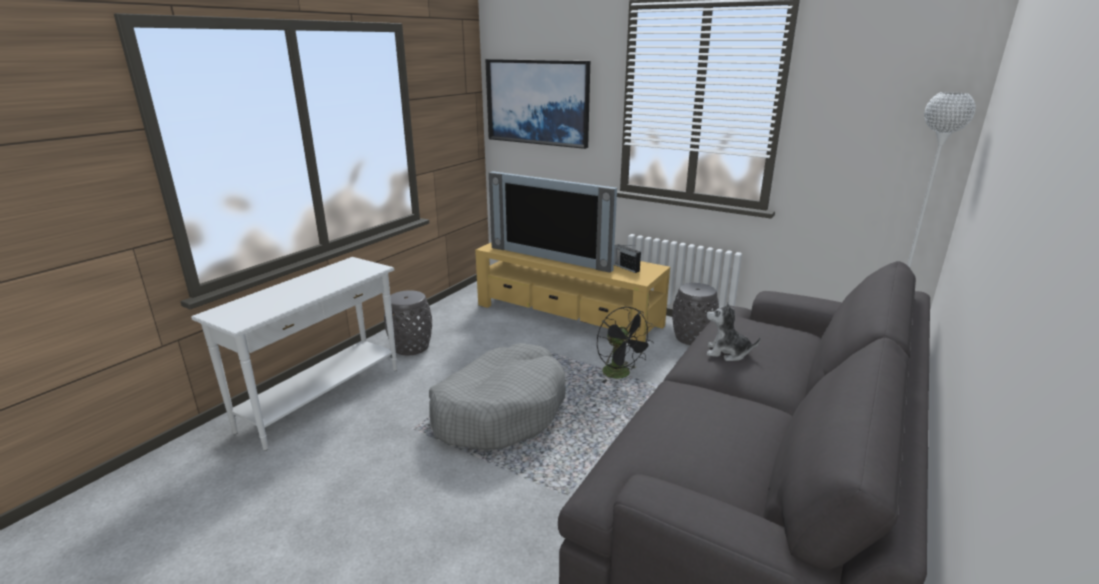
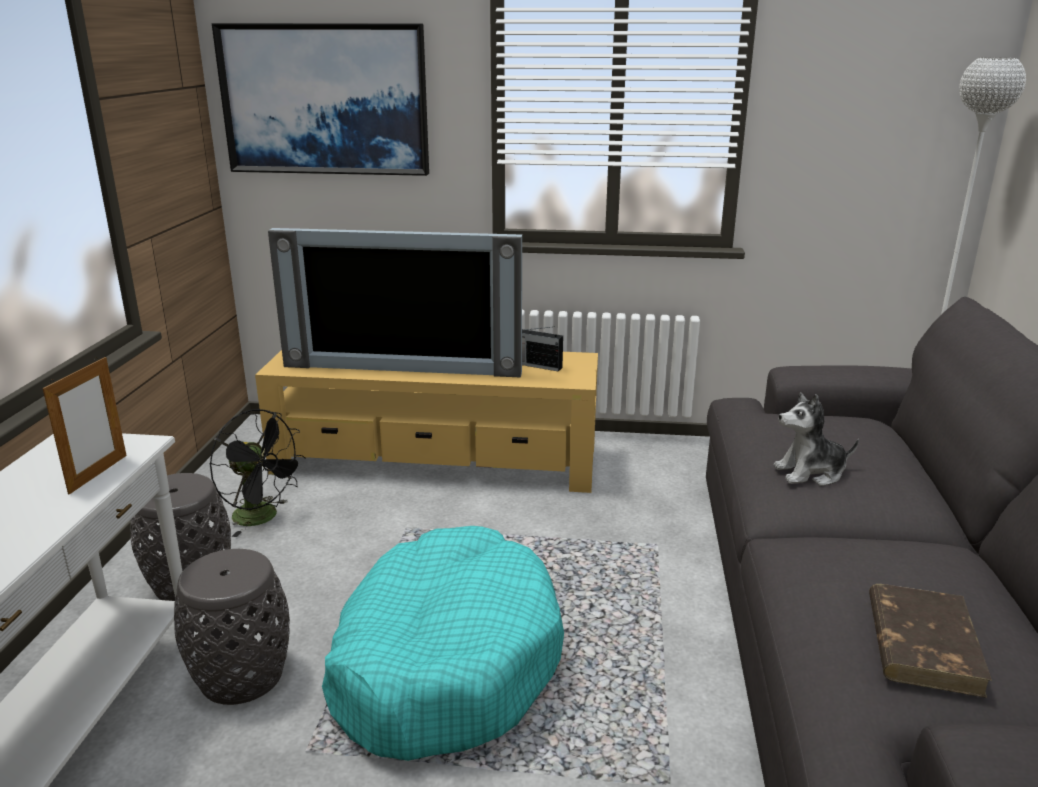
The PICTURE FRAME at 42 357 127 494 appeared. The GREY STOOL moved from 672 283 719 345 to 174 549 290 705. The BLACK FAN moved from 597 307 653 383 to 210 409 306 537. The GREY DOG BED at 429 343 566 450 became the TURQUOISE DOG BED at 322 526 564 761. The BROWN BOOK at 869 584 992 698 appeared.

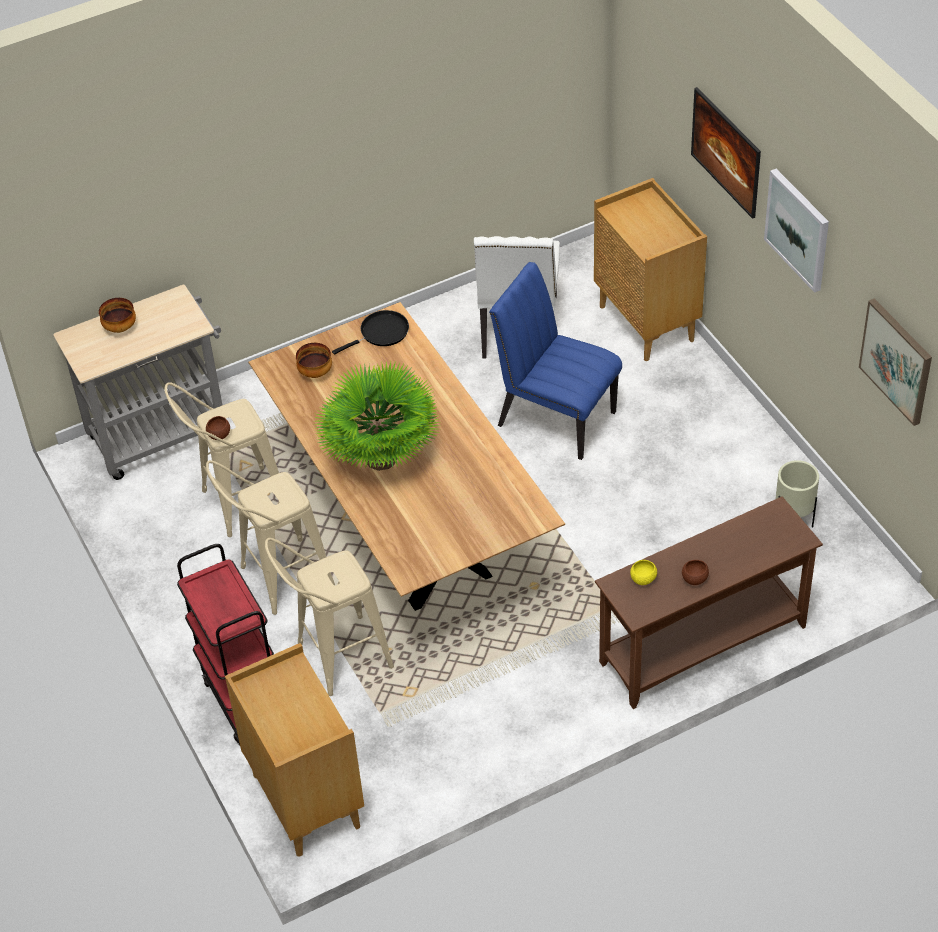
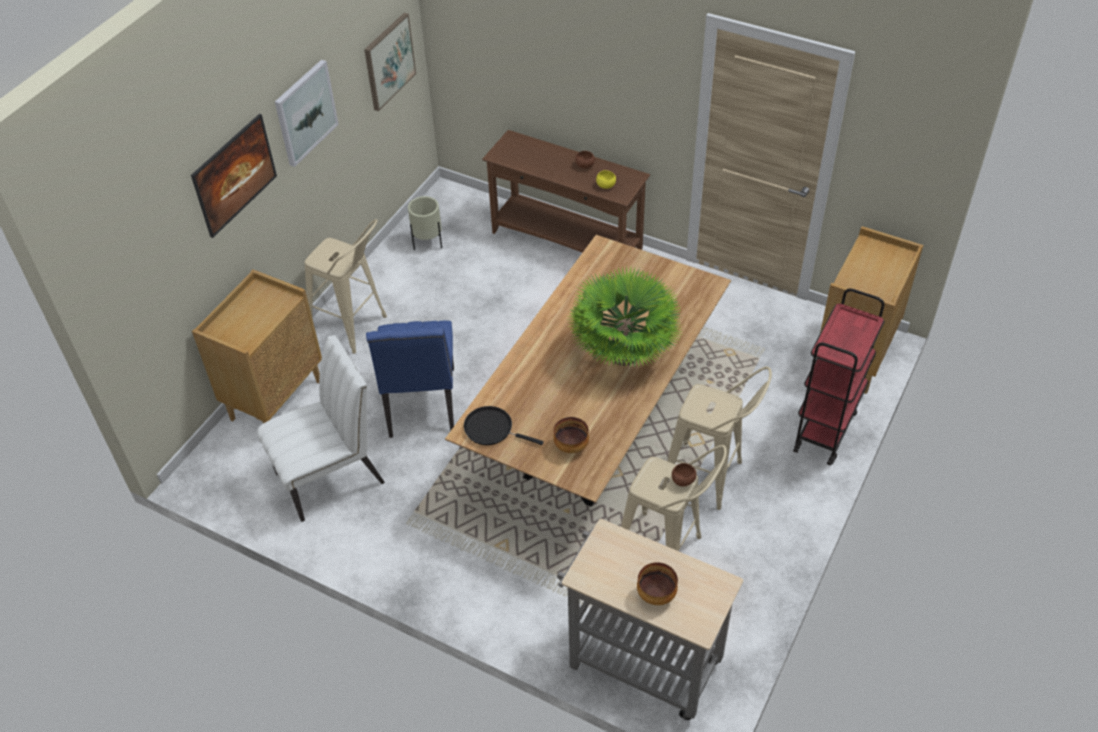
The BEIGE STOOL moved from 265 538 394 696 to 304 219 387 354.

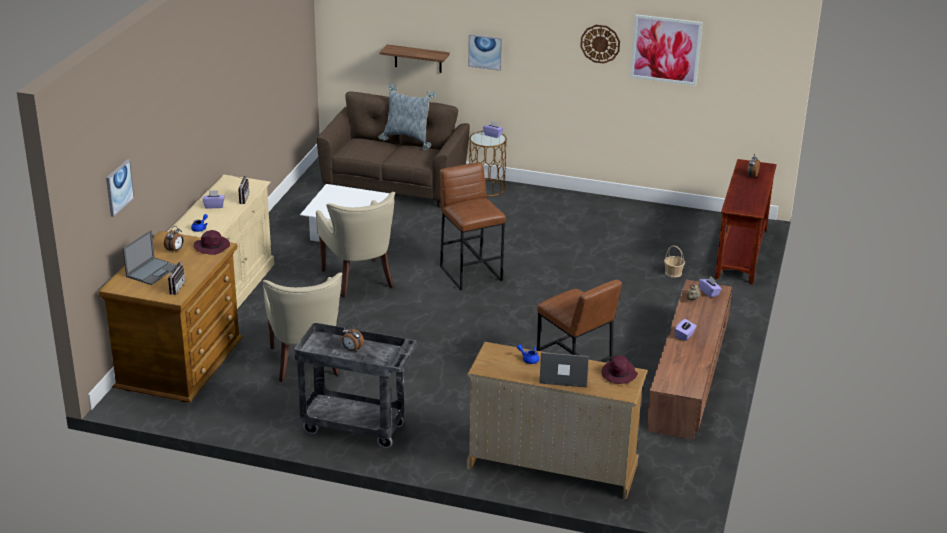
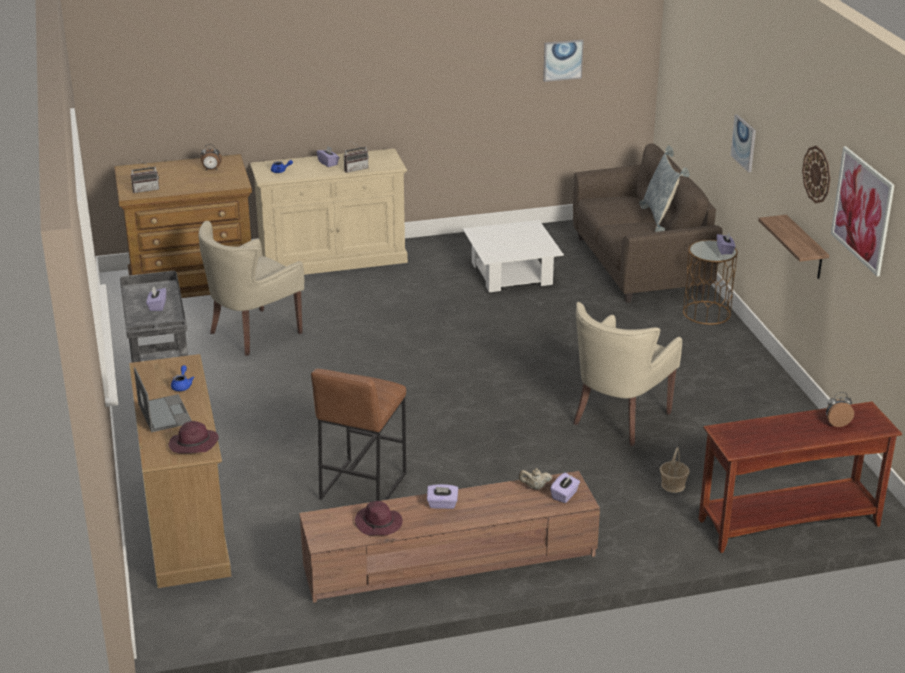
The ALARM CLOCK at 342 325 364 352 was replaced by the PURPLE TISSUE BOX at 146 287 166 311. The PURPLE HAT moved from 194 230 230 255 to 355 501 403 536. The PICTURE moved from 106 159 134 217 to 543 40 584 82. The BEIGE ARMCHAIR moved from 316 192 395 298 to 573 302 682 446. The SHELF moved from 380 45 450 73 to 758 215 829 279. The LAPTOP at 123 230 176 285 disappeared. The BROWN STOOL at 440 162 506 290 disappeared.

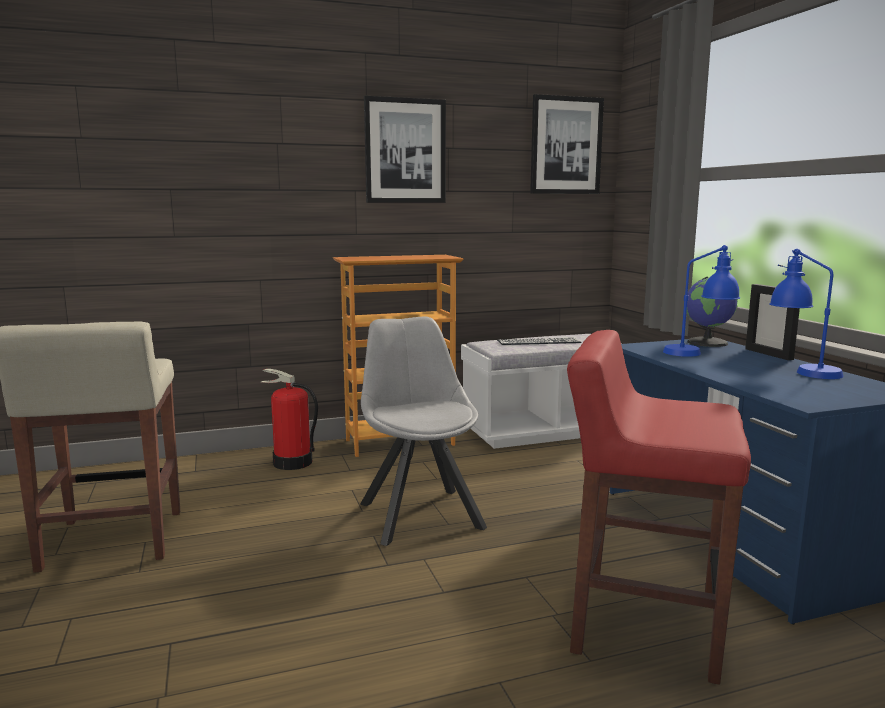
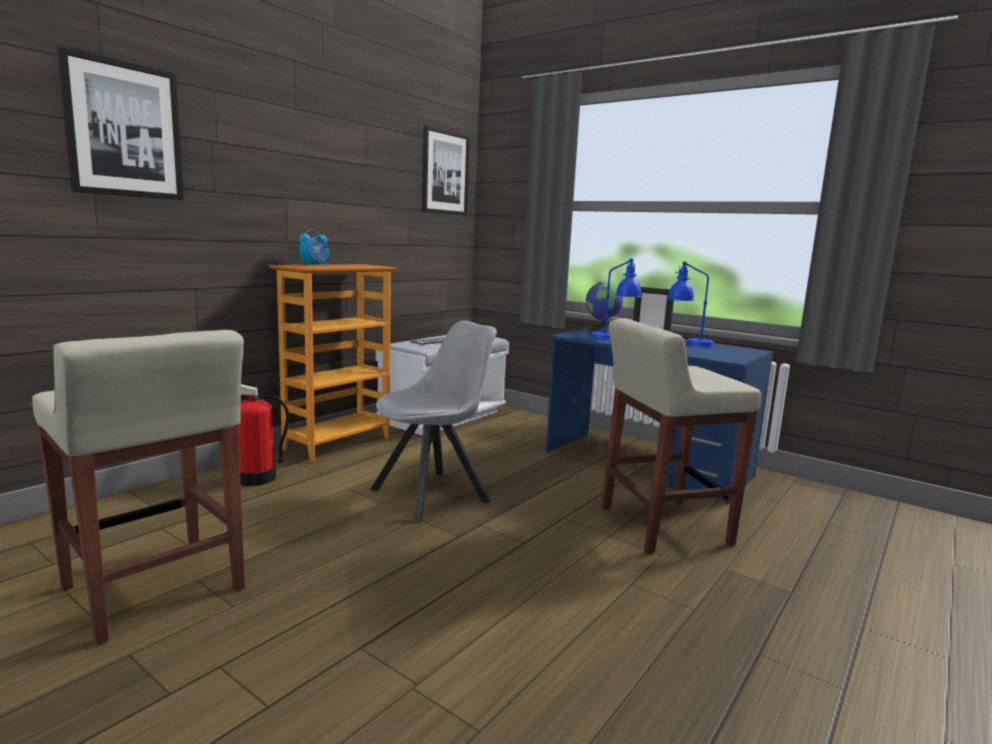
The PICTURE moved from 364 96 446 203 to 57 46 184 200. The ALARM CLOCK at 299 229 329 266 appeared. The GREY CHAIR at 360 317 487 546 turned 105 degrees clockwise. The RED STOOL at 567 330 751 685 became the BEIGE STOOL at 602 318 762 554.

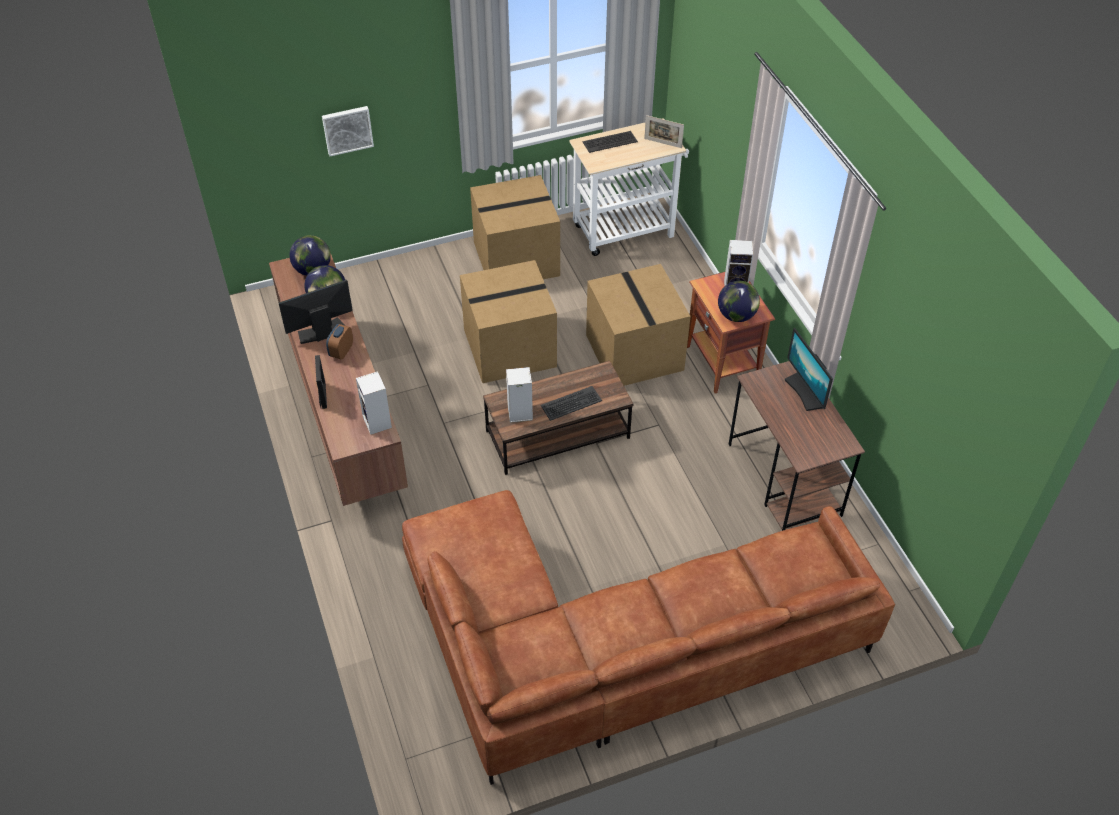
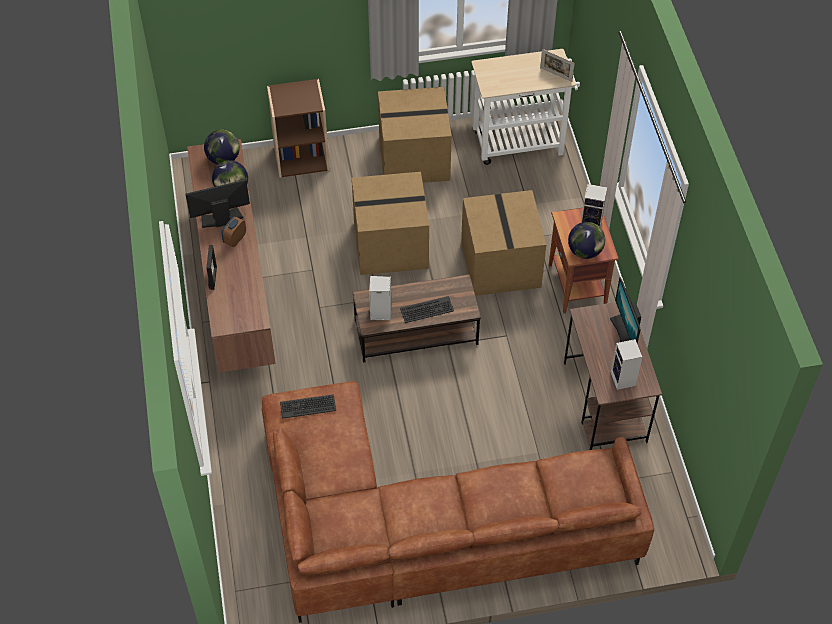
The BROWN BOOKCASE at 267 79 330 178 appeared. The KEYBOARD moved from 583 131 638 153 to 280 394 336 419. The SPEAKER moved from 356 371 392 435 to 610 339 642 390. The PICTURE at 322 106 374 156 disappeared.

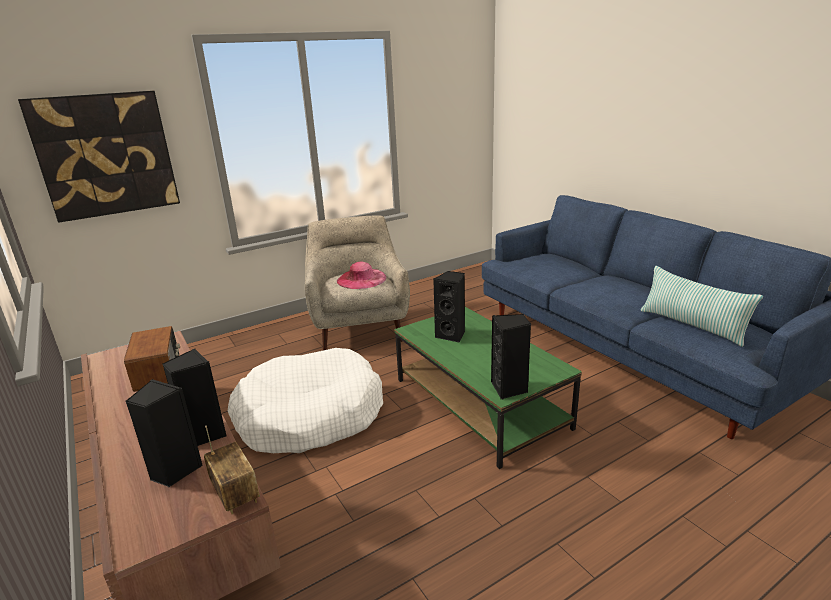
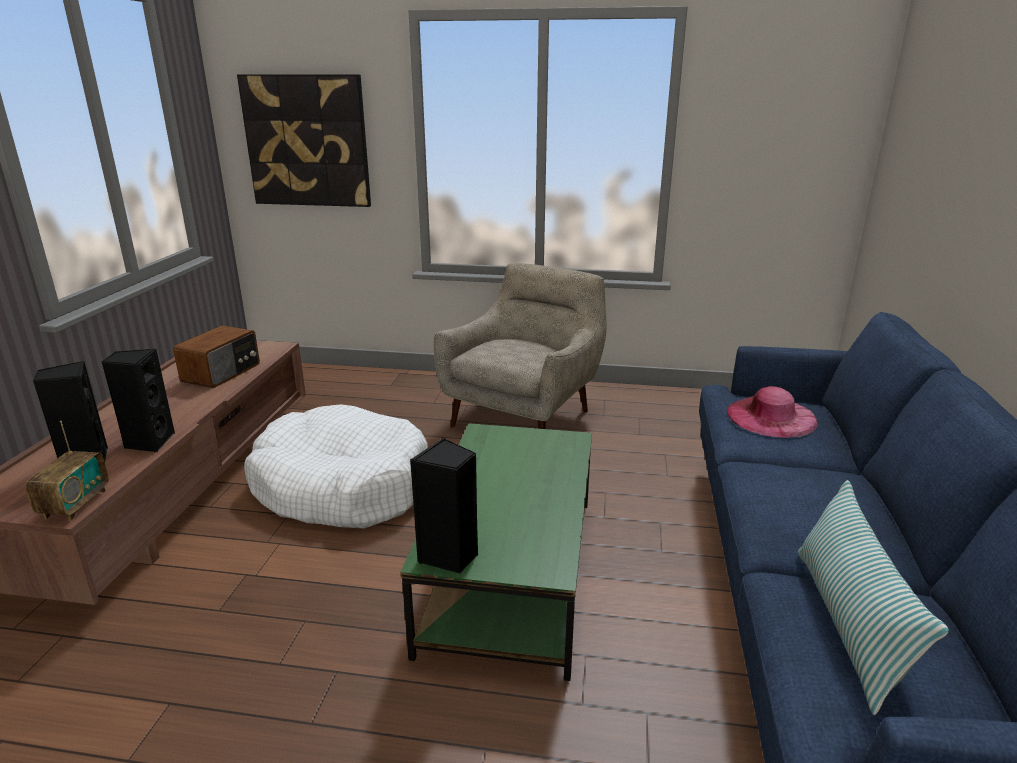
The PINK HAT moved from 337 262 386 289 to 727 386 818 438. The BLACK SPEAKER at 433 271 465 343 disappeared.

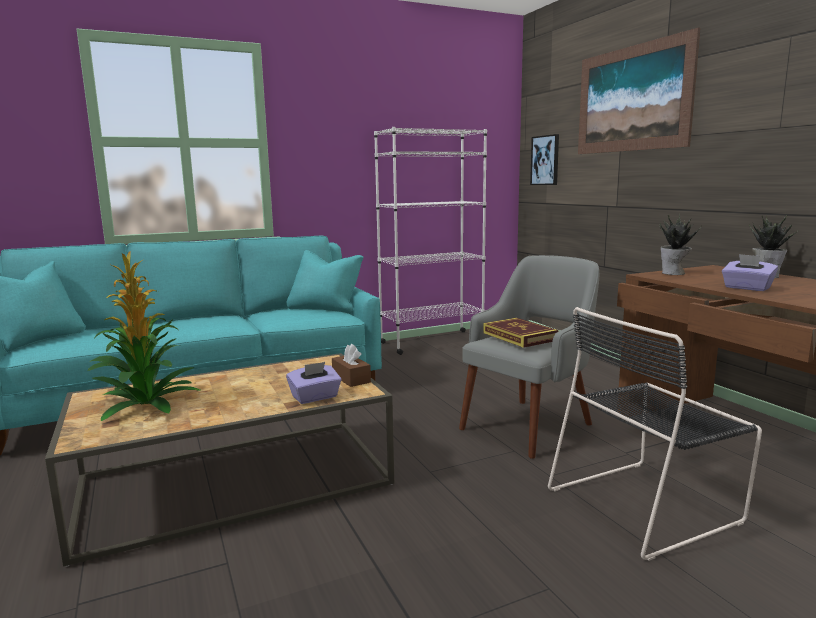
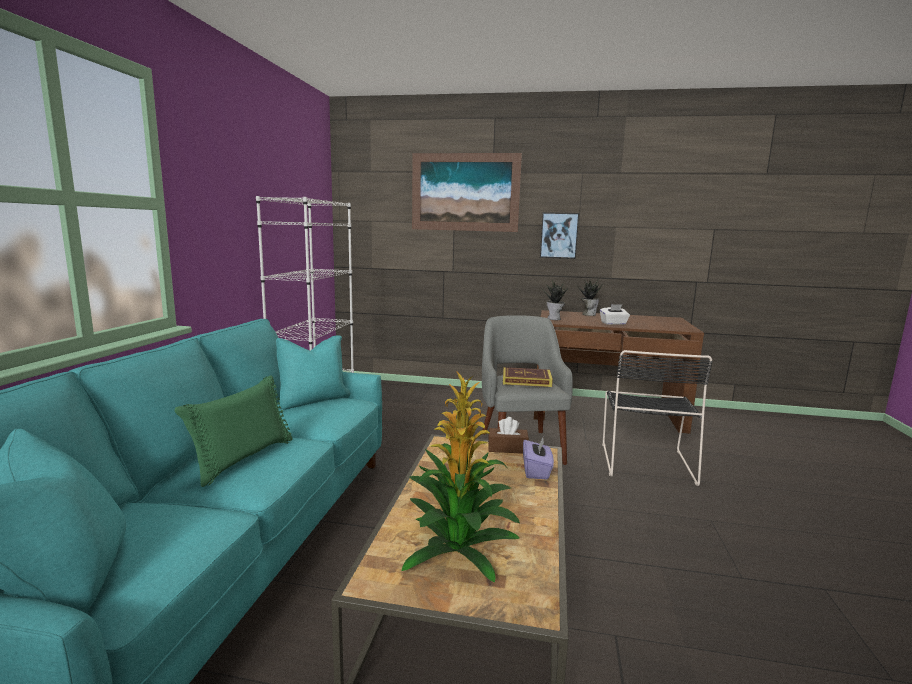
The GREEN PILLOW at 174 375 293 487 appeared. The PICTURE moved from 530 134 559 185 to 540 212 579 259. The PURPLE TISSUE BOX at 722 254 778 291 became the WHITE TISSUE BOX at 600 304 630 325.

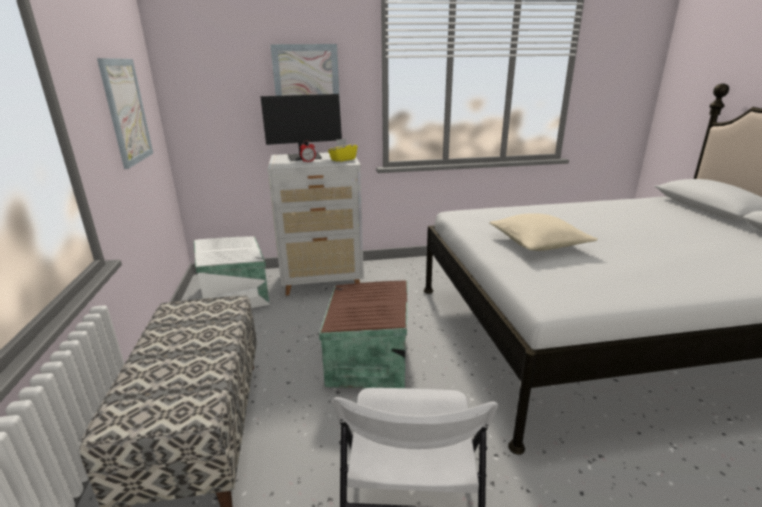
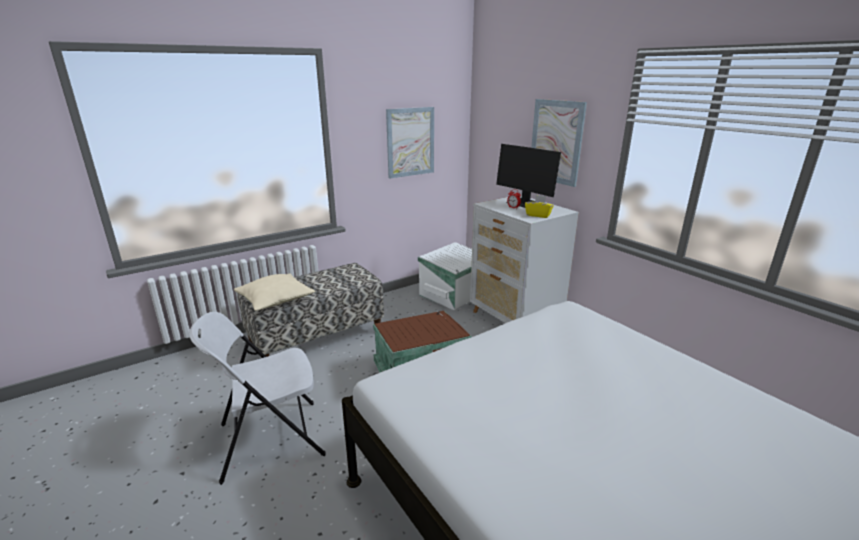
The BEIGE PILLOW moved from 490 213 598 251 to 234 273 315 311.

